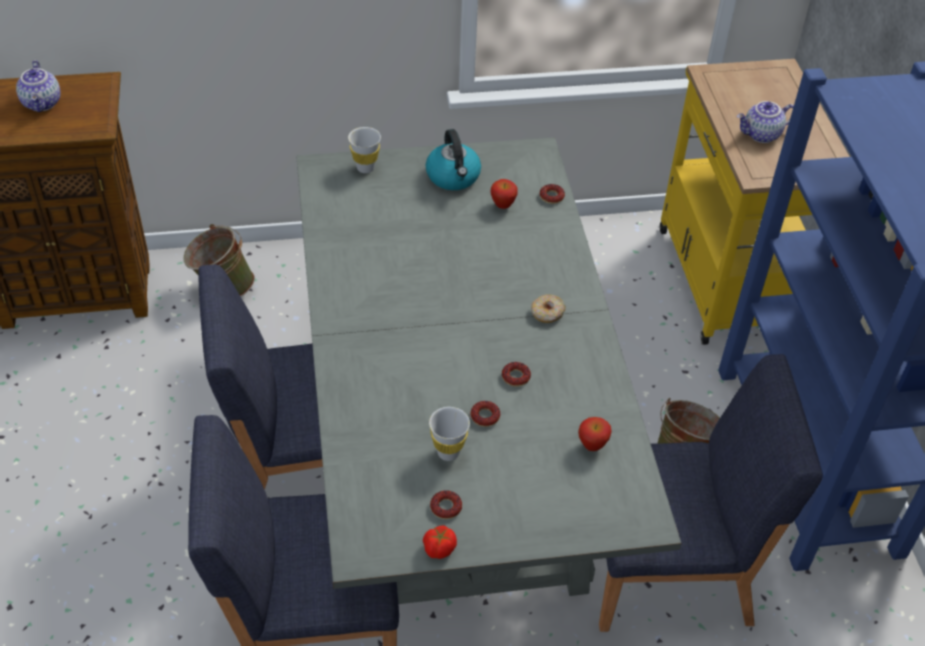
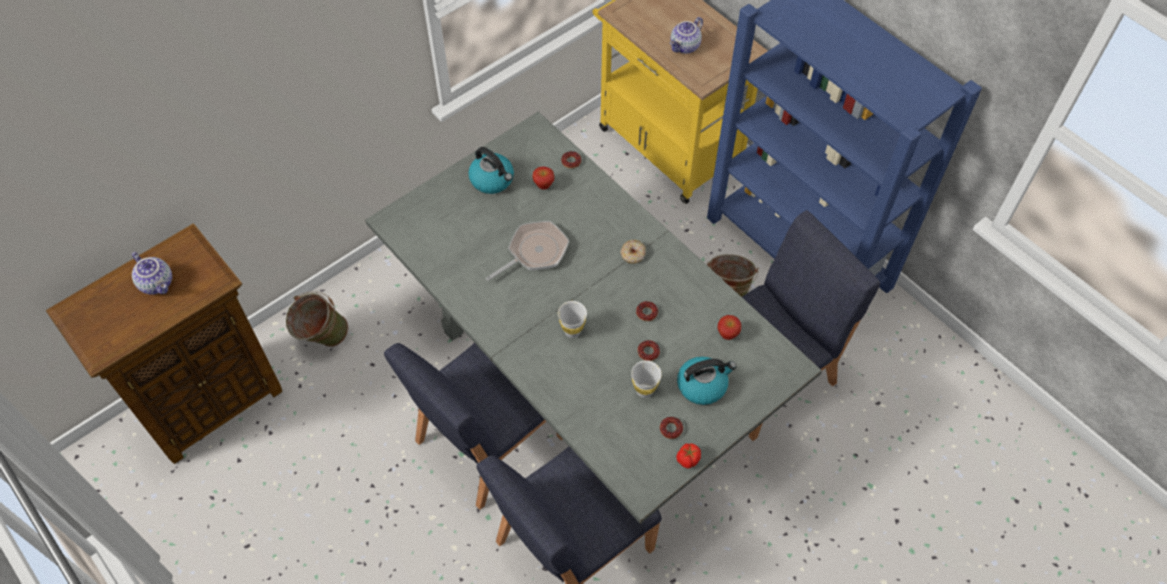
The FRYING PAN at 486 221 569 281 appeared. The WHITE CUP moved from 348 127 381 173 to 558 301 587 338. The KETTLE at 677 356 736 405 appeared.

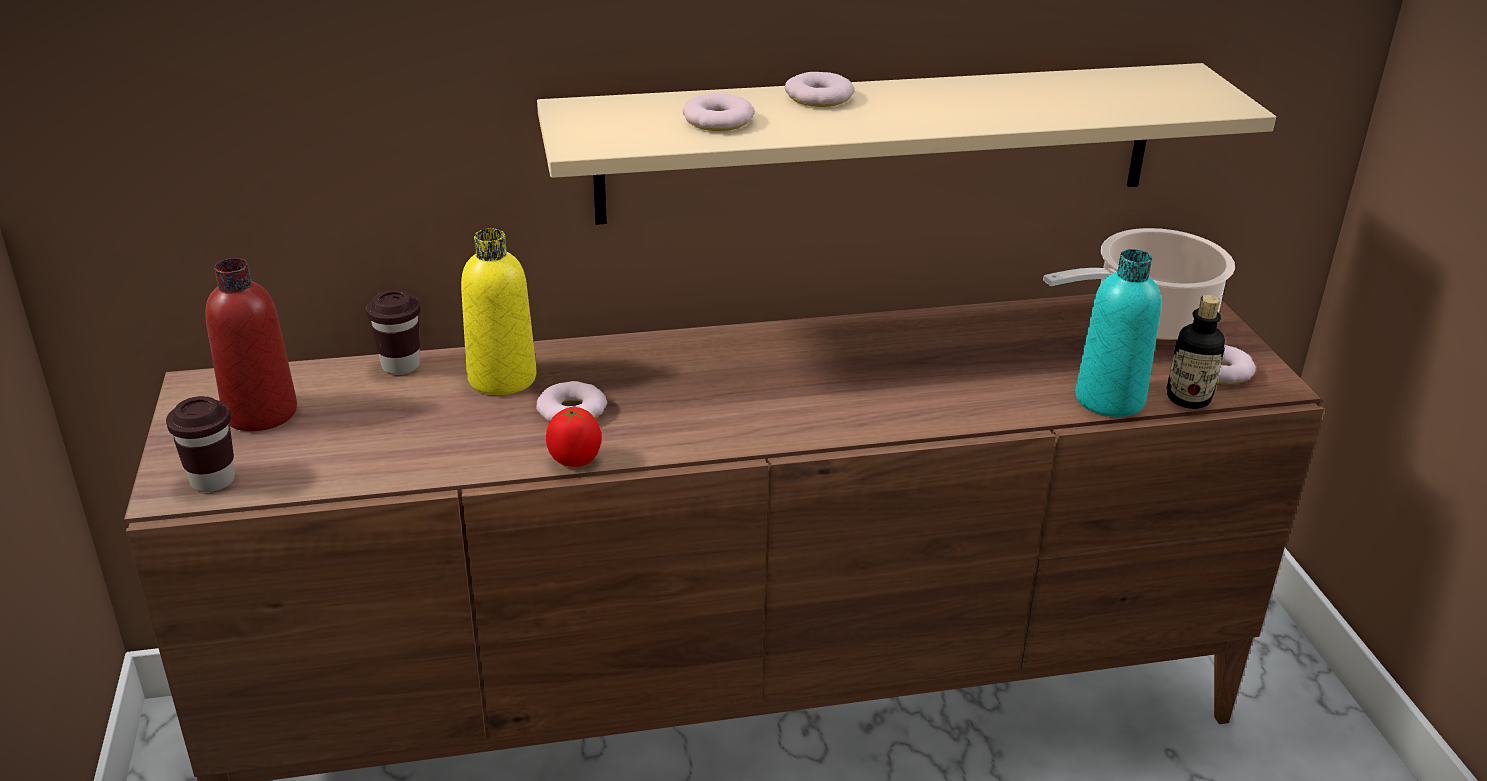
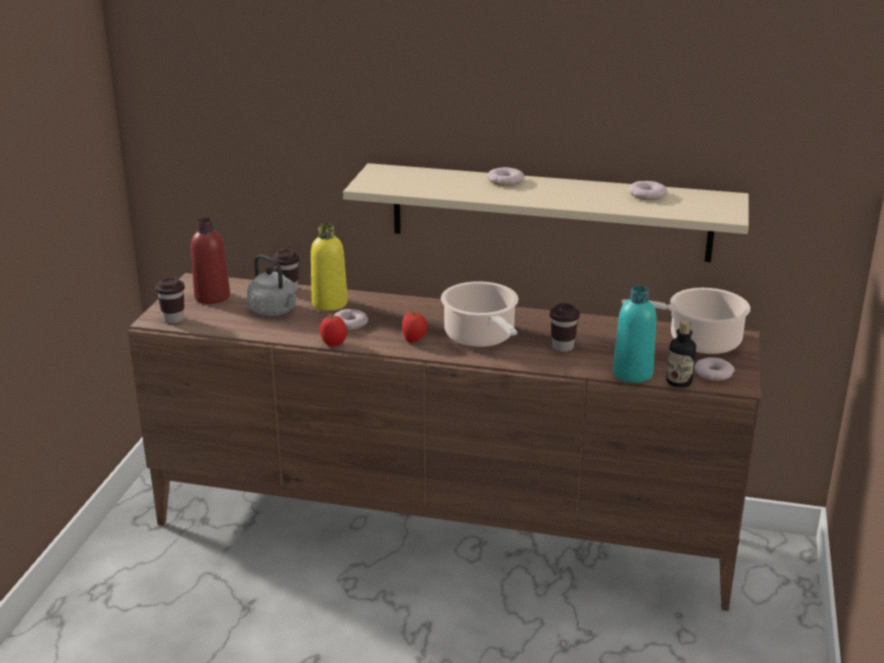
The GREY KETTLE at 247 255 296 316 appeared. The TOMATO at 402 310 427 343 appeared. The COOKING POT at 441 281 518 347 appeared. The BROWN CUP at 550 303 580 352 appeared. The DONUT moved from 682 93 755 131 to 629 181 667 200.

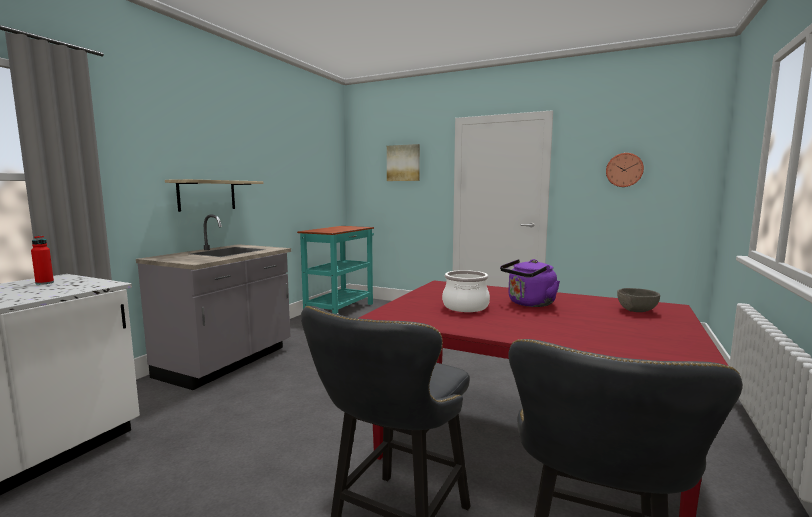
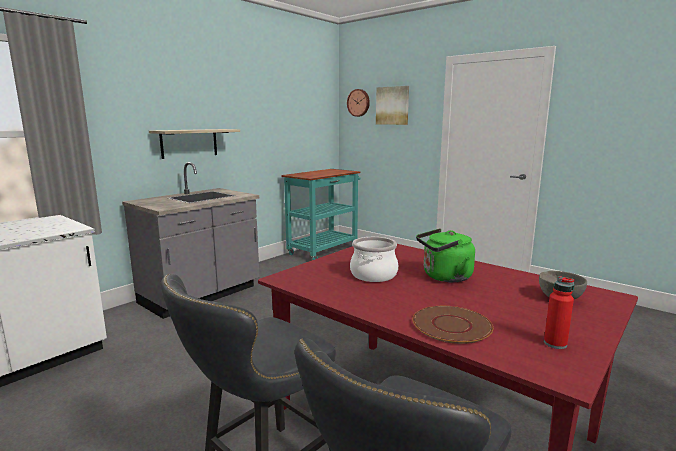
The WALL CLOCK moved from 606 153 644 187 to 347 89 370 117. The BROWN PLATE at 412 306 493 344 appeared. The PURPLE KETTLE at 500 259 560 307 became the GREEN KETTLE at 416 228 475 282. The RED BOTTLE moved from 31 236 54 285 to 544 276 574 349.

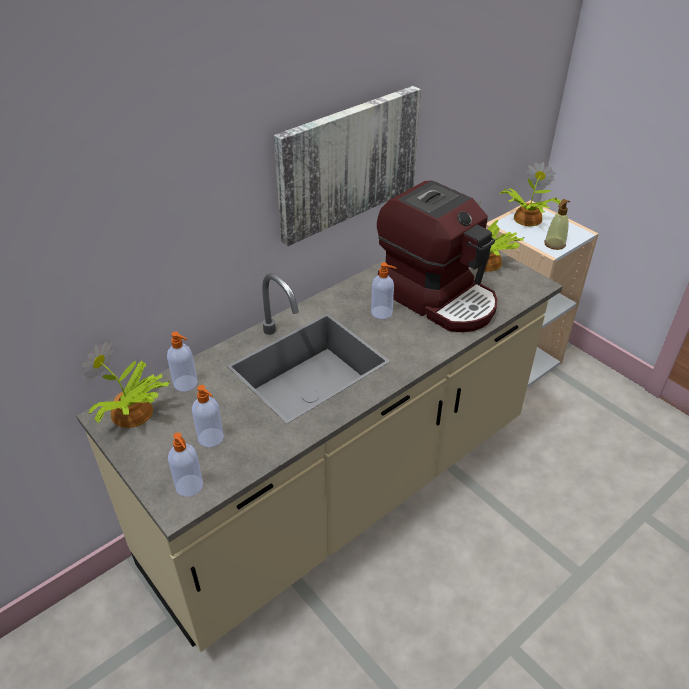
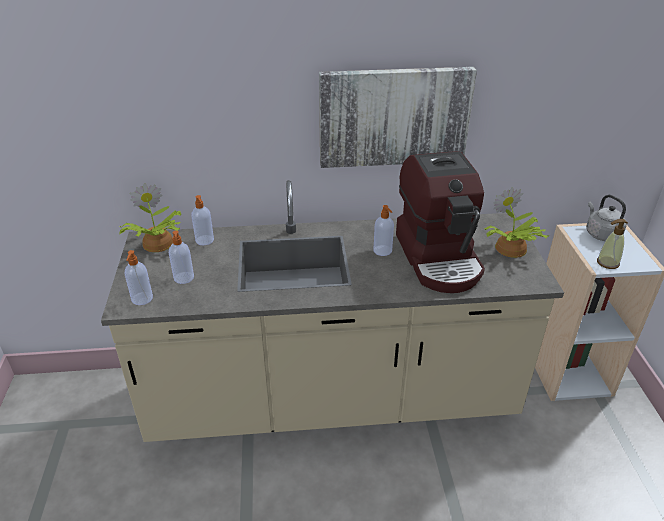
The POTTED PLANT at 500 162 561 226 was replaced by the GREY KETTLE at 586 195 627 241.

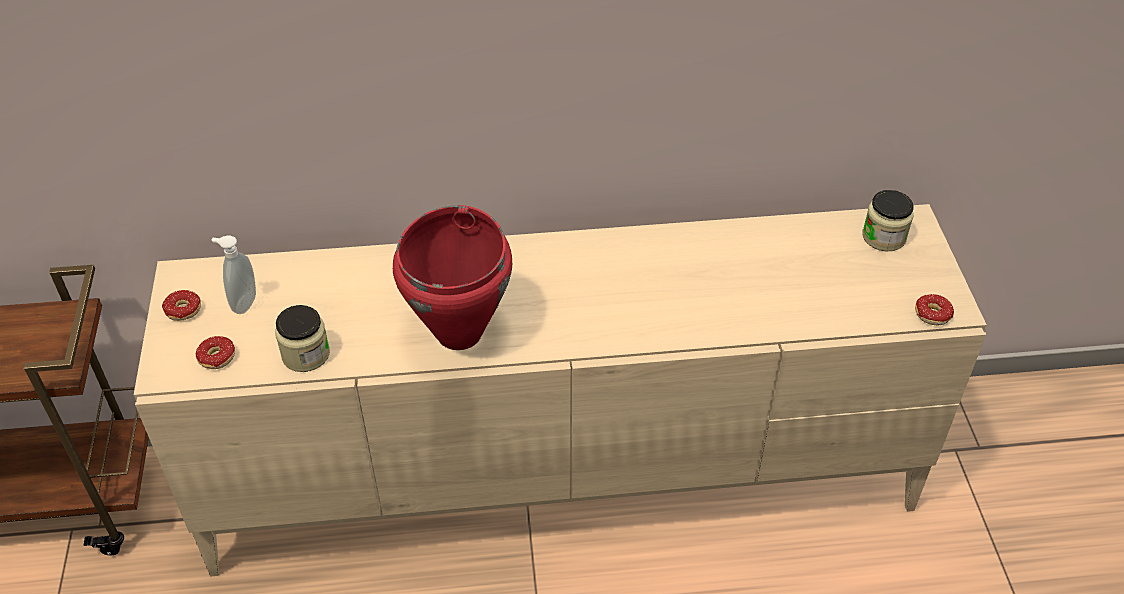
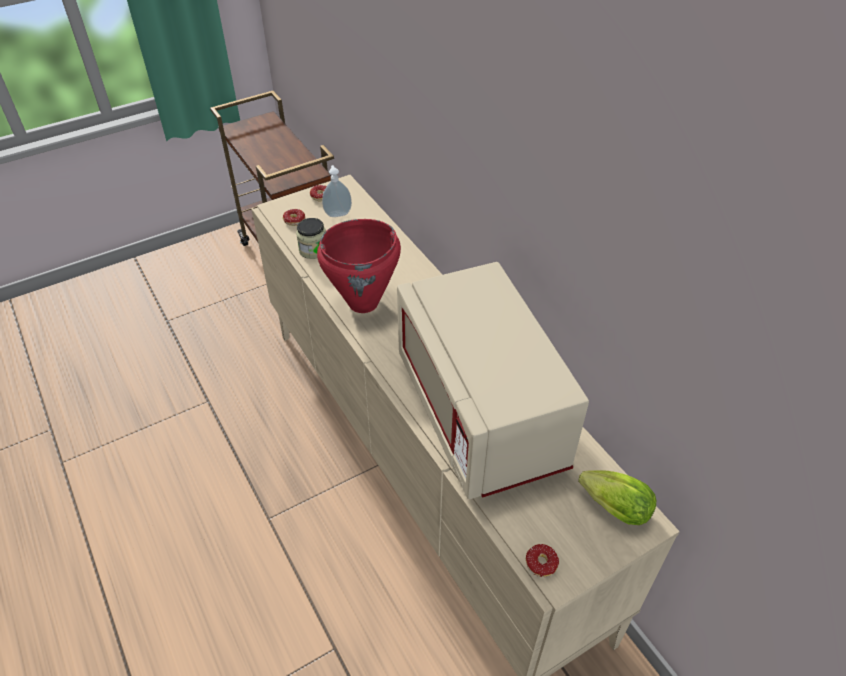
The BEIGE MICROWAVE at 397 262 589 499 appeared. The JAR at 862 190 914 251 was replaced by the LETTUCE at 578 470 656 525.

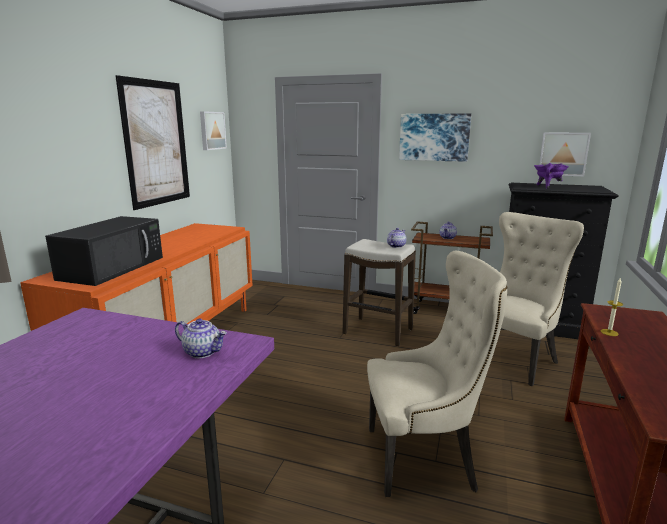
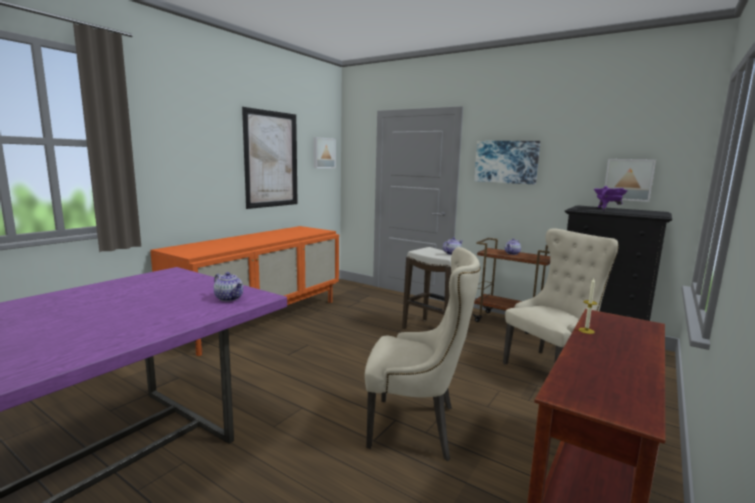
The BLACK MICROWAVE at 45 216 163 286 disappeared.

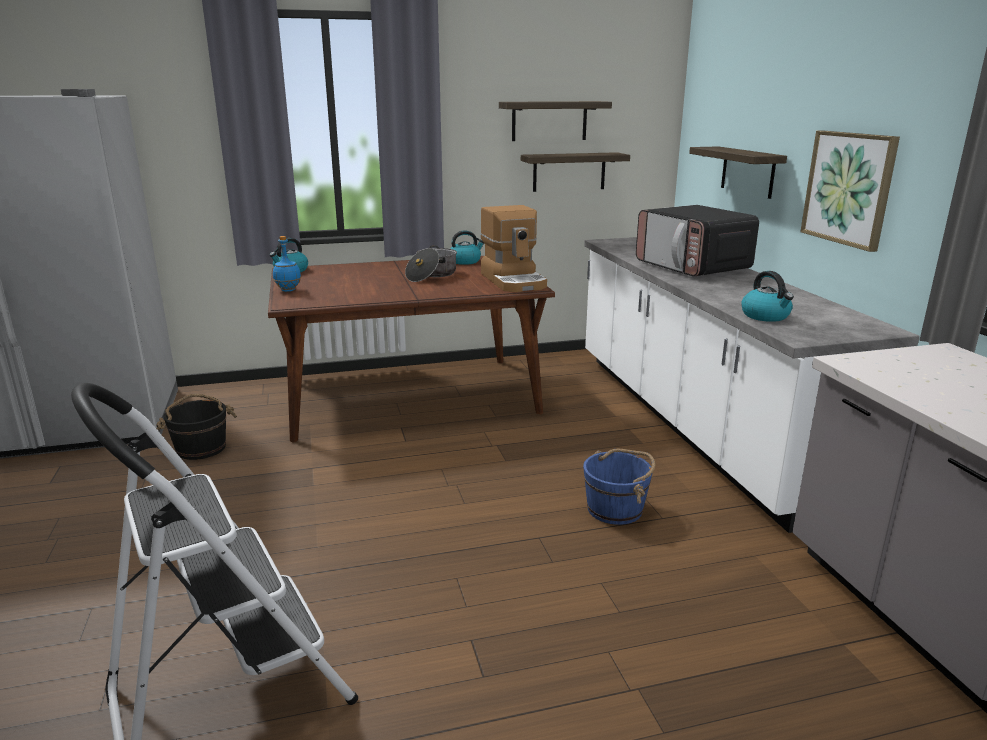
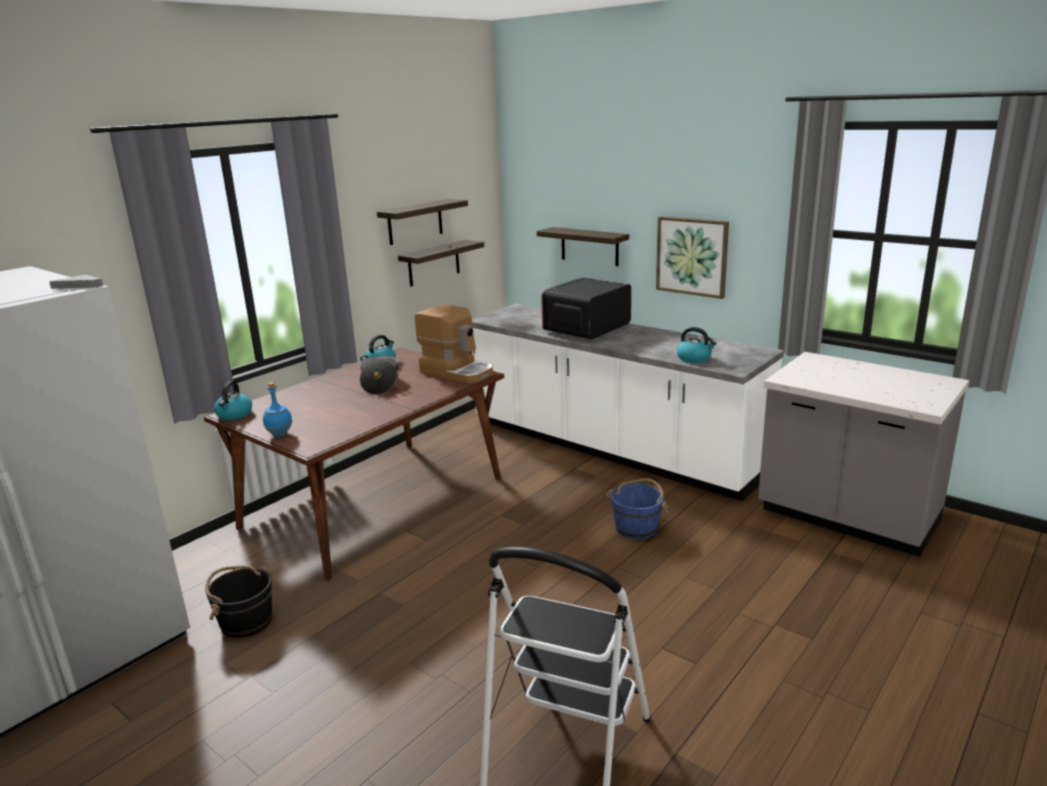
The MICROWAVE at 636 205 759 277 turned 105 degrees clockwise.

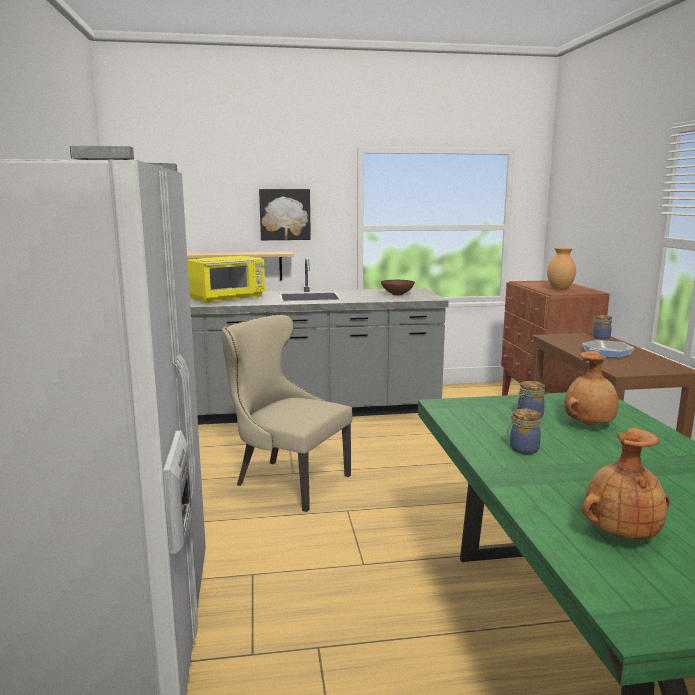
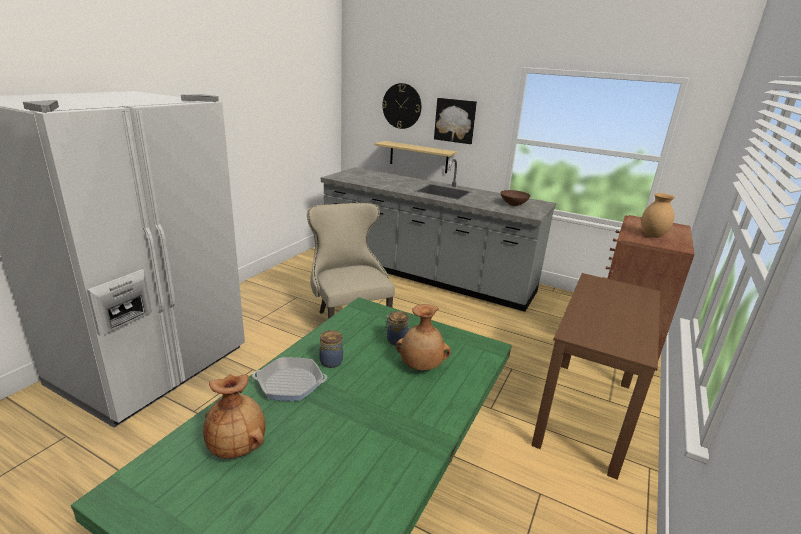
The FRYING PAN moved from 582 340 635 358 to 252 357 327 401. The WALL CLOCK at 382 83 421 129 appeared. The YELLOW MICROWAVE at 187 256 265 304 disappeared. The JAR at 592 315 612 340 disappeared.

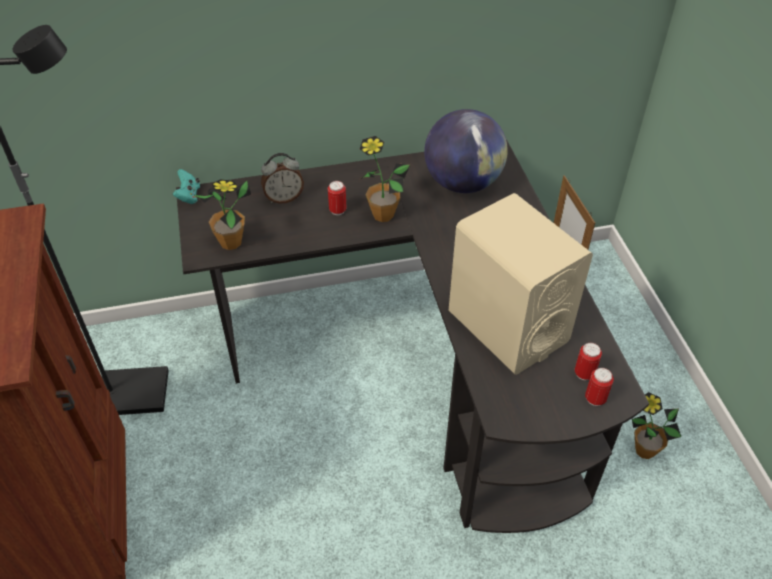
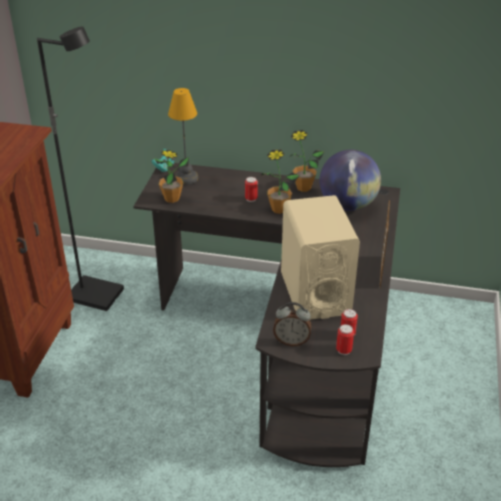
The TABLE LAMP at 168 88 198 185 appeared. The ALARM CLOCK moved from 261 153 304 204 to 273 302 312 346. The POTTED PLANT moved from 632 392 681 459 to 289 130 325 192.

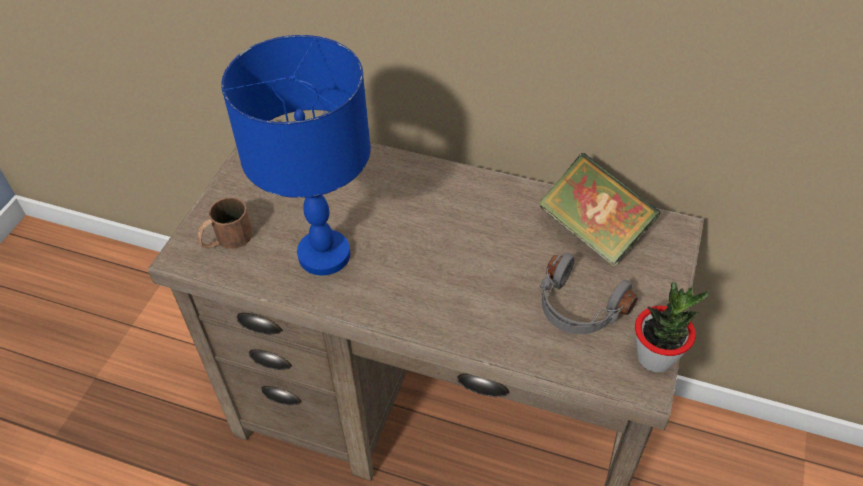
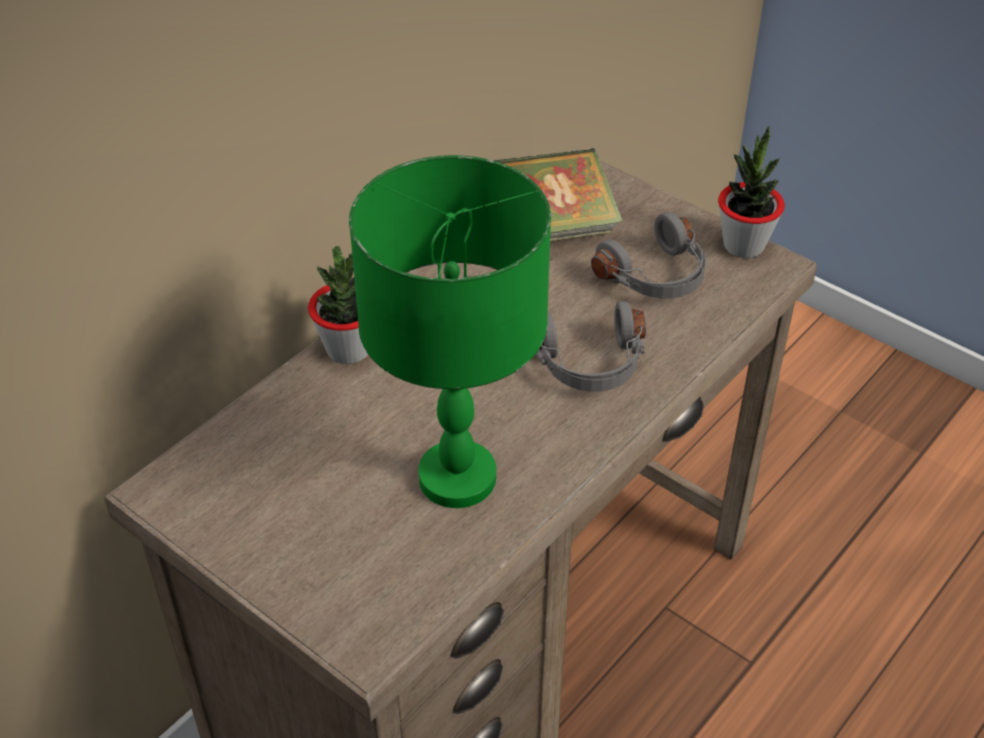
The POTTED PLANT at 308 246 368 364 appeared. The BLUE TABLE LAMP at 221 35 371 275 became the GREEN TABLE LAMP at 349 155 551 508. The GREY HEADPHONES at 536 301 646 392 appeared. The BROWN MUG at 197 197 253 249 disappeared.

